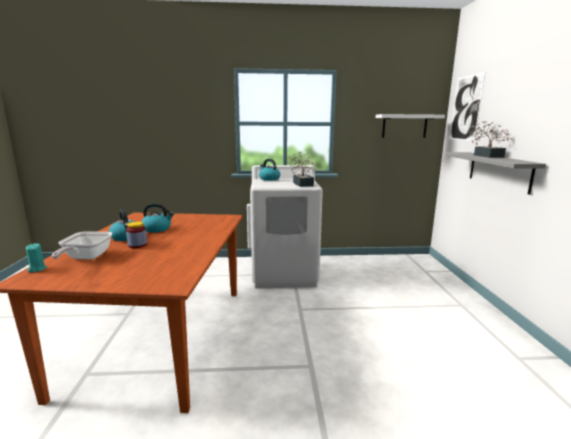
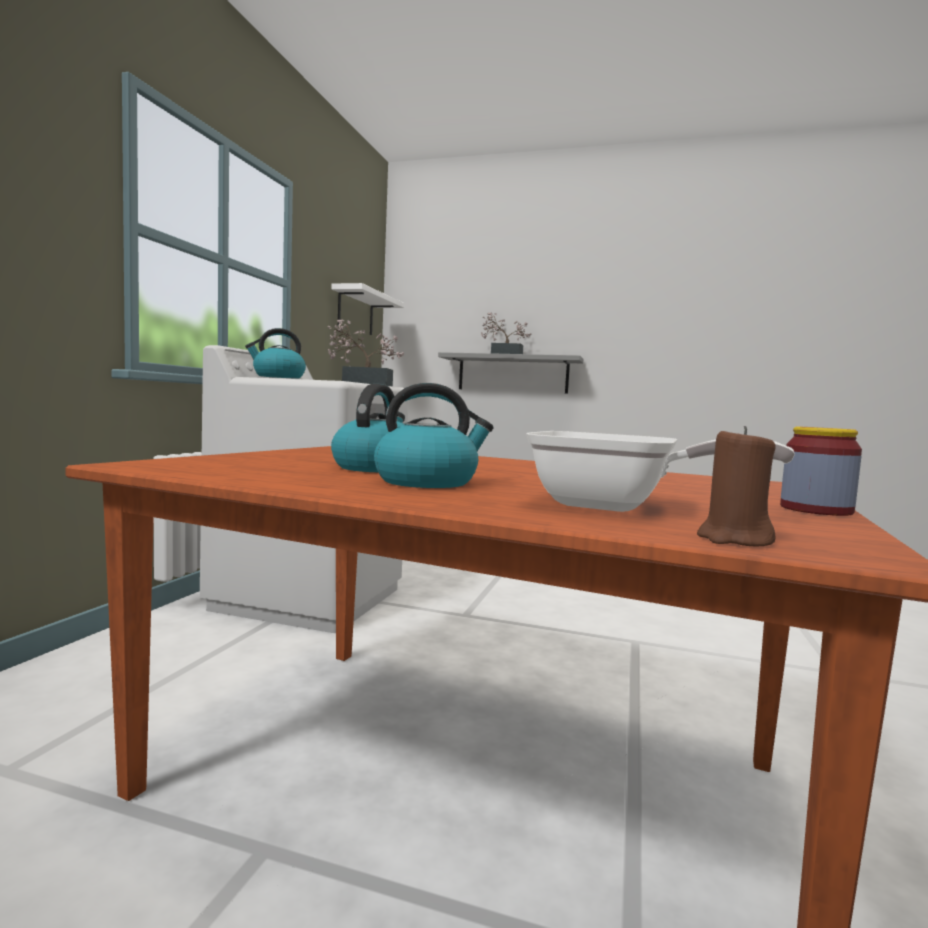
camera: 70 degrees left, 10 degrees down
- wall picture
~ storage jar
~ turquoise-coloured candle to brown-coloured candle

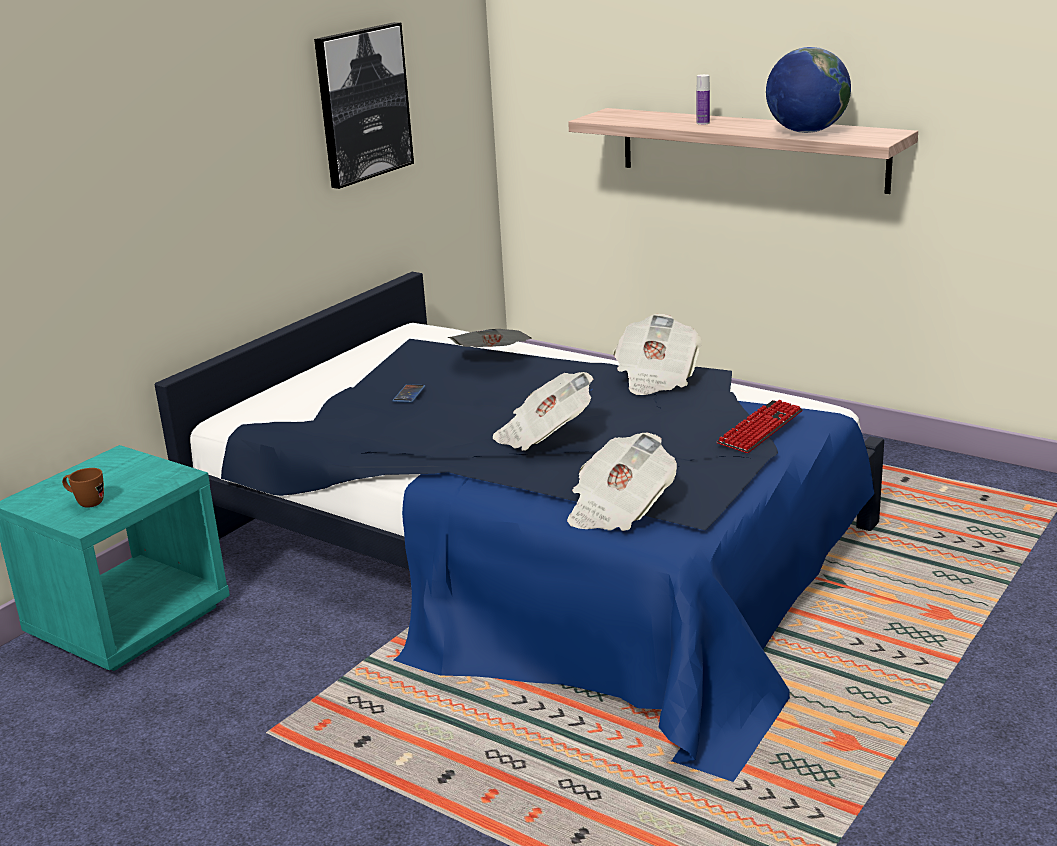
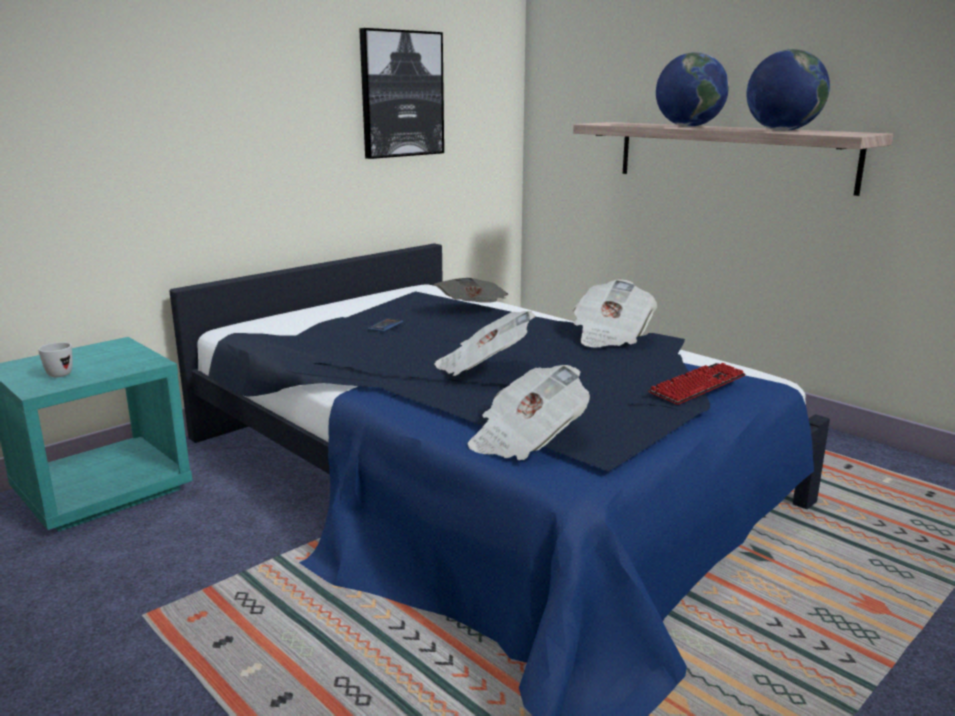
camera: 10 degrees right, 5 degrees down
~ beverage bottle to world globe (1st from left)
~ brown-coloured coffee mug to white coffee mug

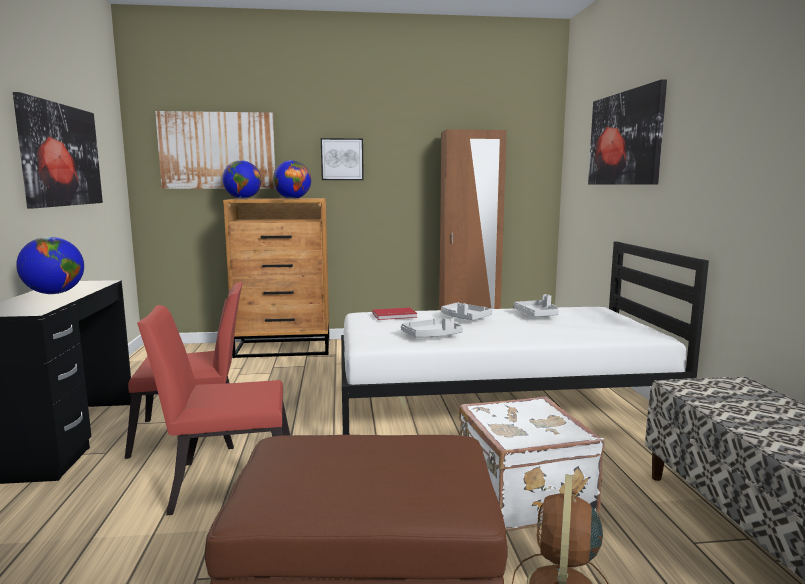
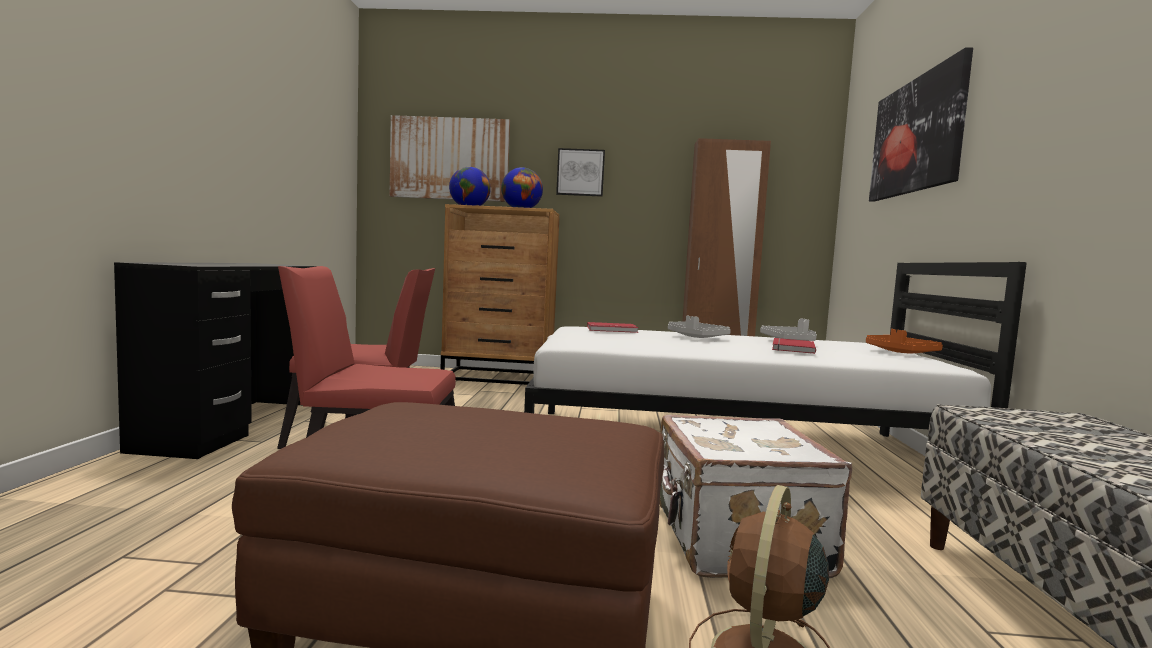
camera: 10 degrees right, 5 degrees down
- wall picture (1st from left)
- world globe (1st from left)
- grey tray (1st from left)
+ orangey tray
+ reddish book (2nd from left)

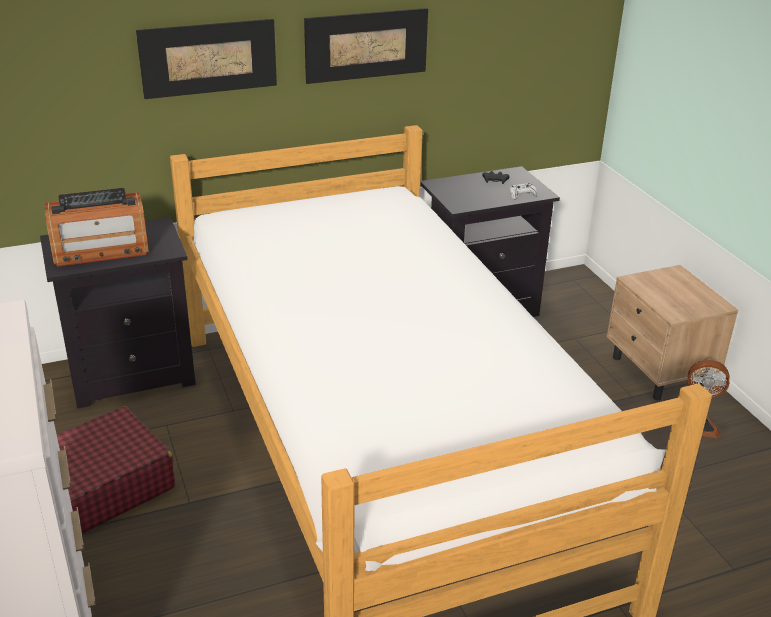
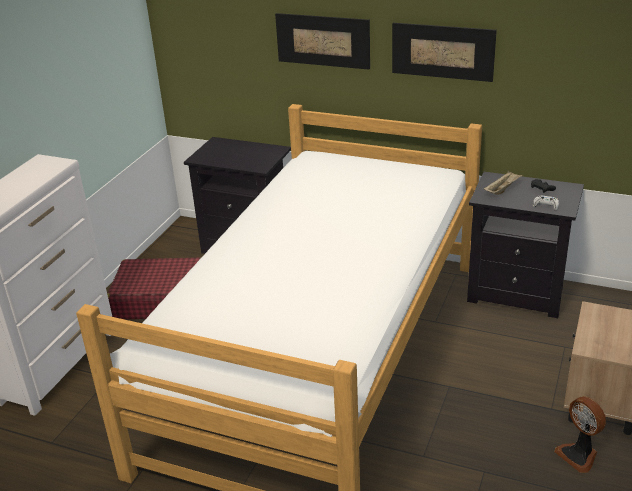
camera: 45 degrees right, 0 degrees up
- radio receiver
+ sand-coloured tray

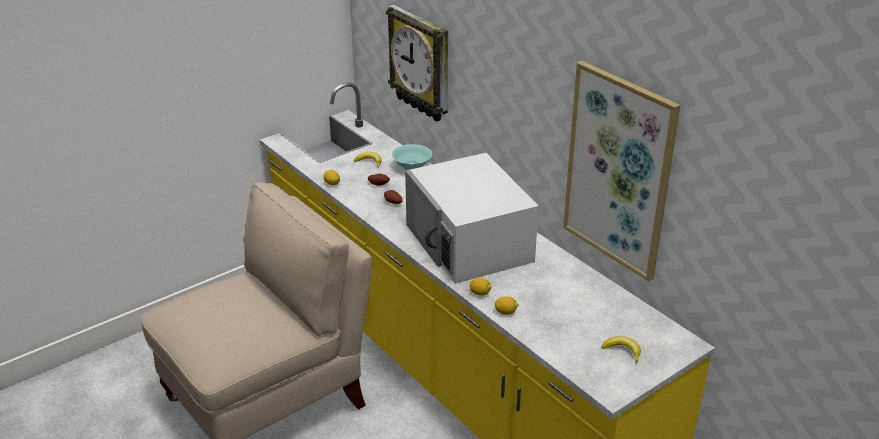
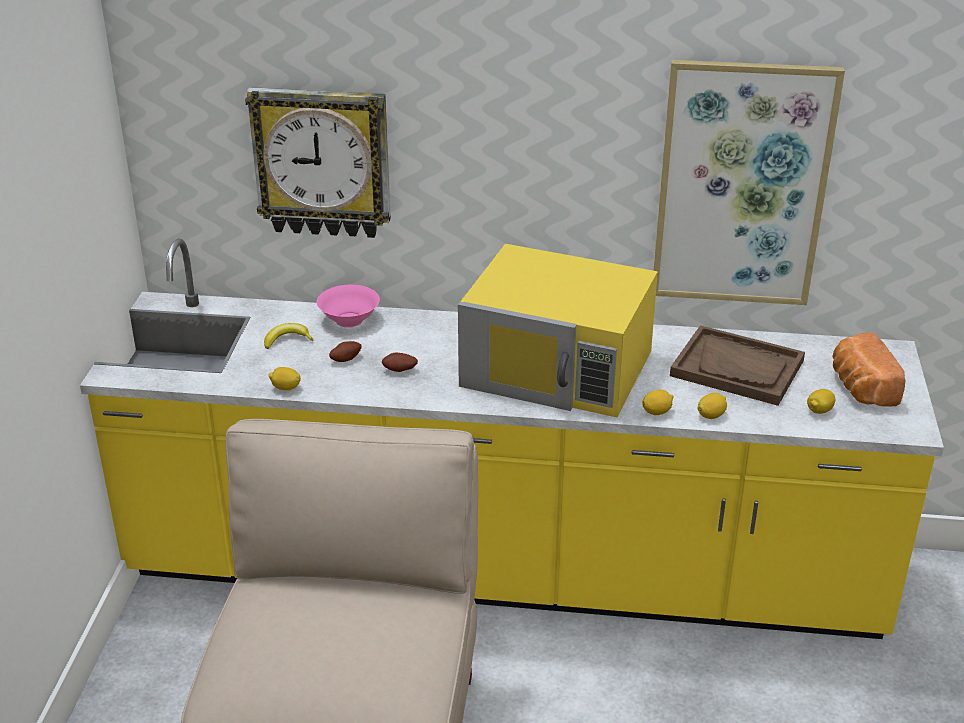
camera: 45 degrees left, 0 degrees up
~ turquoise-coloured deep dish to pink deep dish
~ white kitchen microwave to yellowish kitchen microwave
~ whole banana (2nd from left) to bread
+ brown-coloured tray
+ citrus fruit (4th from left)

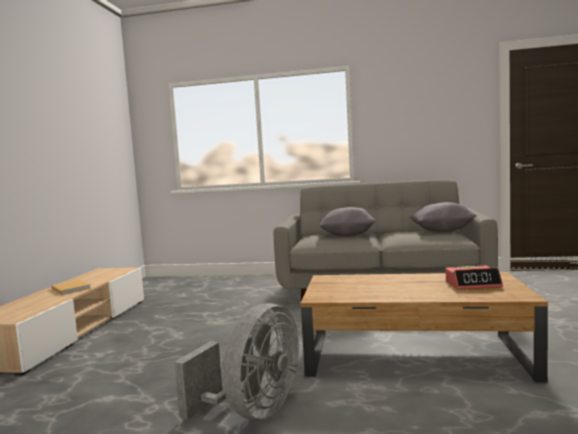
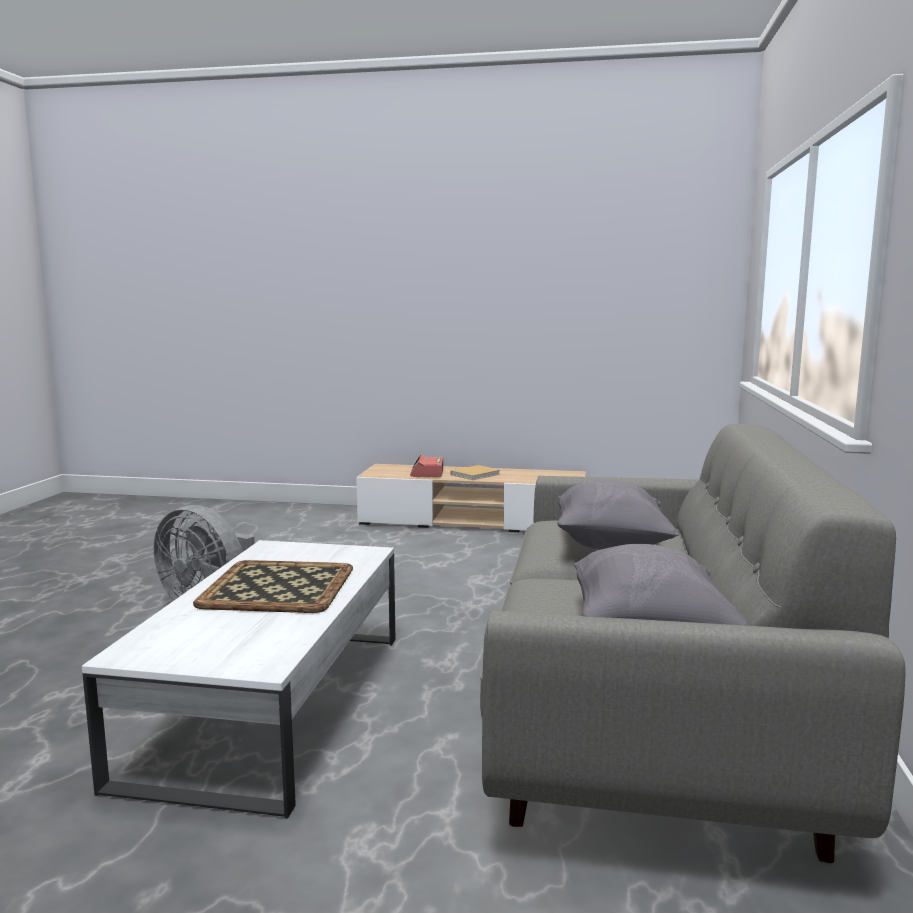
camera: 90 degrees right, 5 degrees up
~ table clock
~ brown-coloured lounge table to white lounge table
+ tray

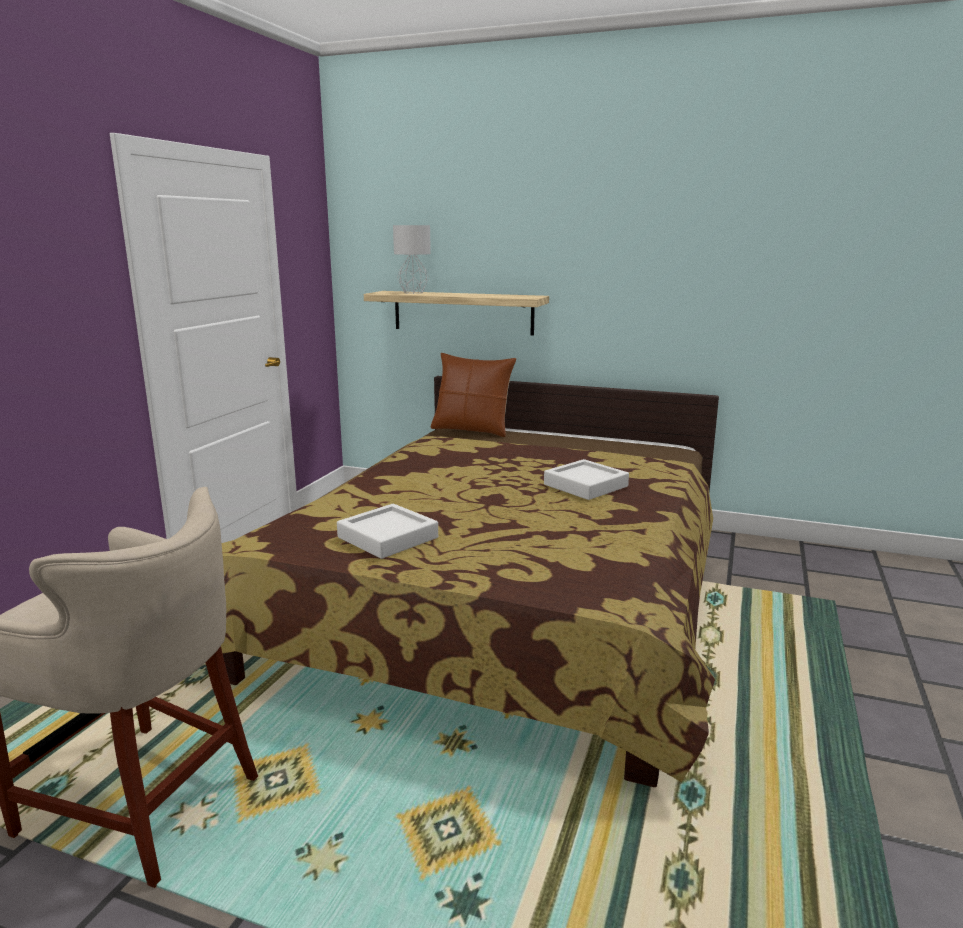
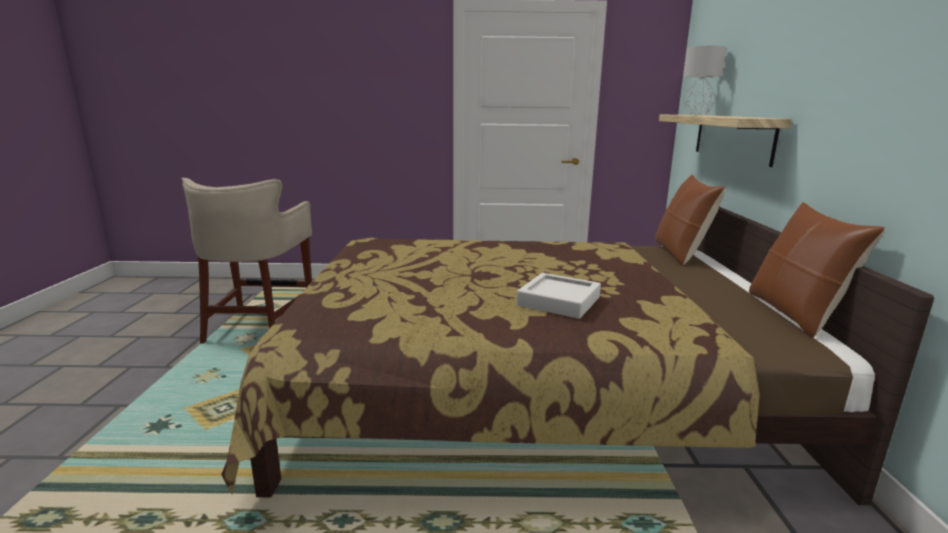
camera: 70 degrees right, 0 degrees up
- white tray (1st from left)
+ brown-coloured pillow (2nd from left)

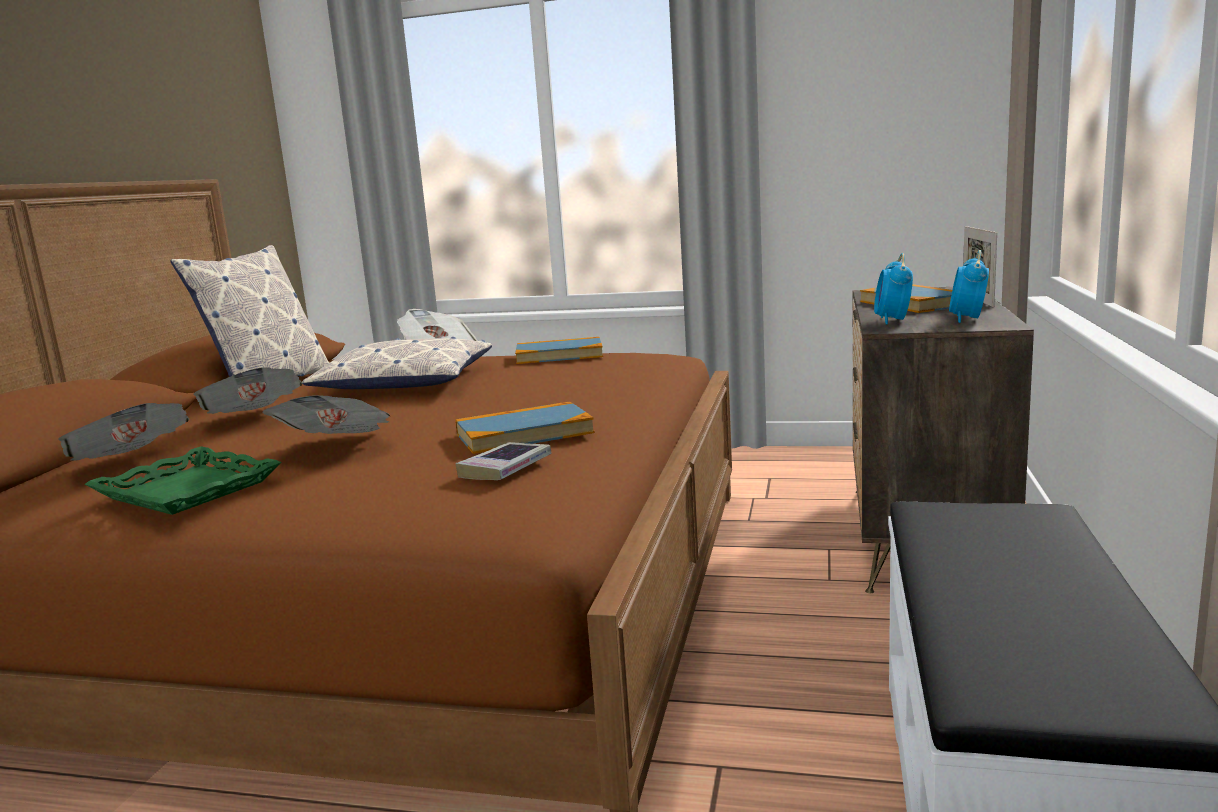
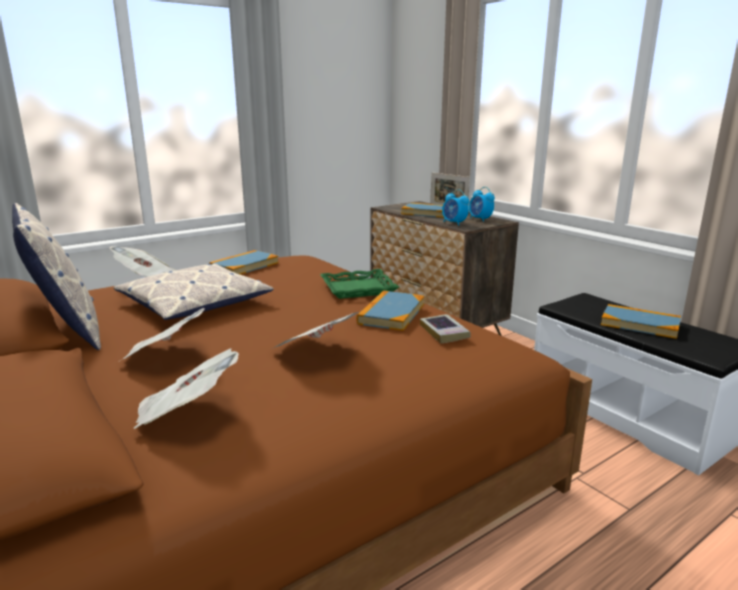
camera: 50 degrees left, 5 degrees up
~ green-coloured tray
+ book (5th from left)

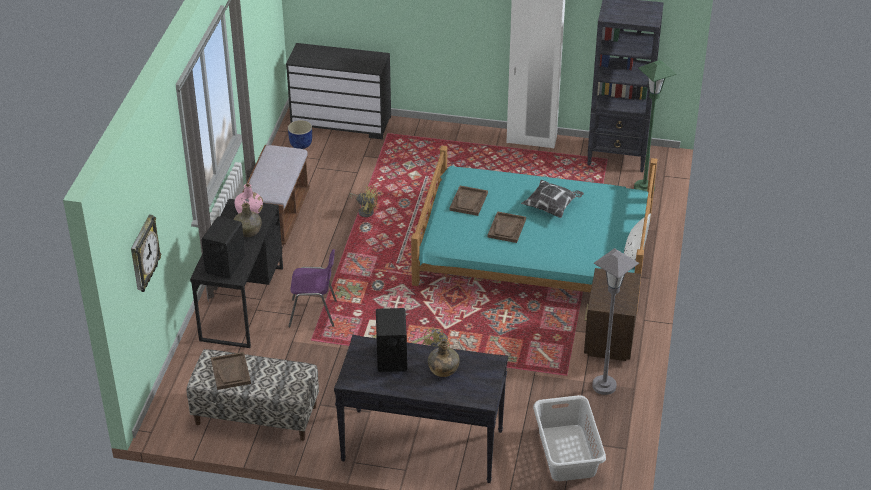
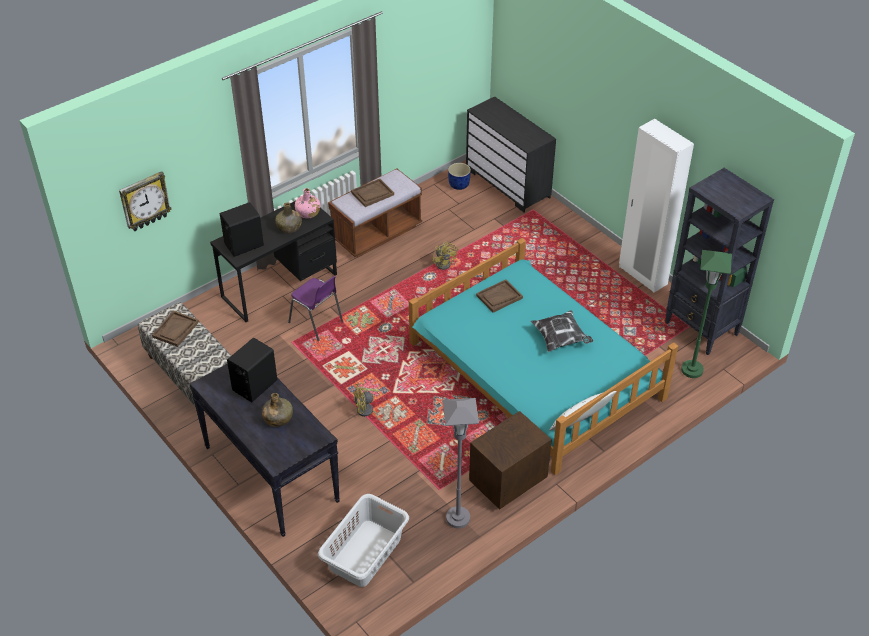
camera: 40 degrees right, 5 degrees up
~ brown-coloured tray (3rd from left in the first image) to brown-coloured tray (2nd from left)

